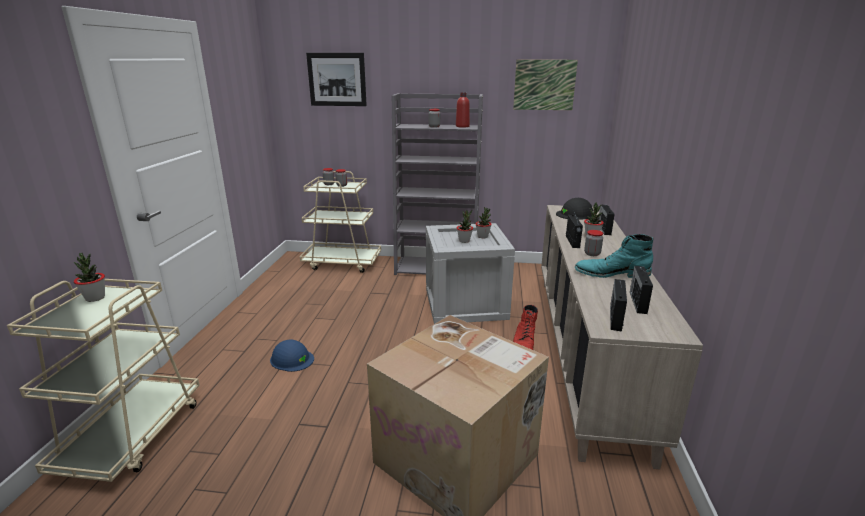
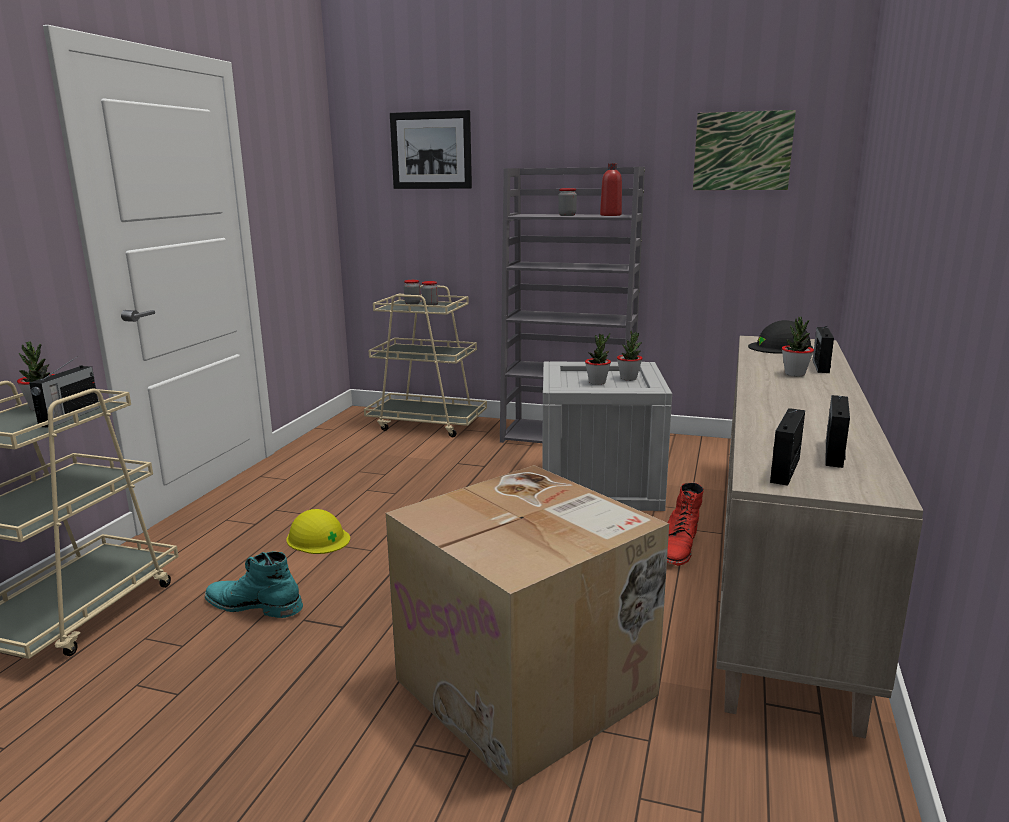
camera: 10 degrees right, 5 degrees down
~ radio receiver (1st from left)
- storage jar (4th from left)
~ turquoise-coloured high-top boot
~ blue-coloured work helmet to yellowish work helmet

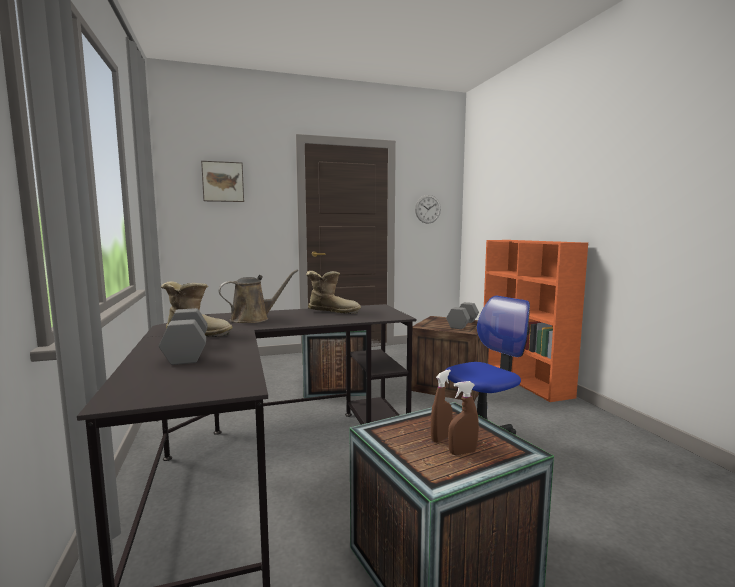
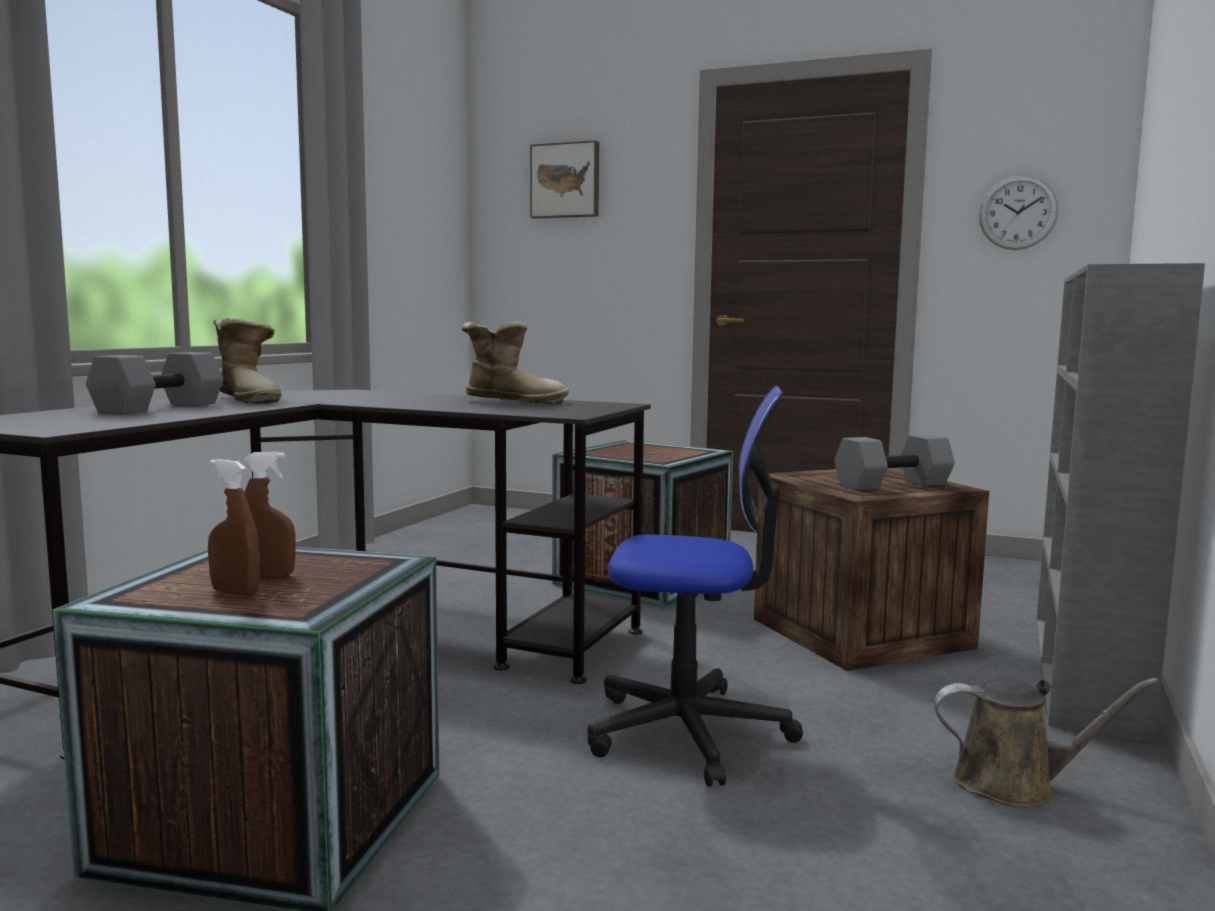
camera: 40 degrees right, 0 degrees up
~ orangey shelving unit to grey shelving unit
~ brown-coloured watering pot
~ high-top boot (2nd from left) 45 degrees counterclockwise

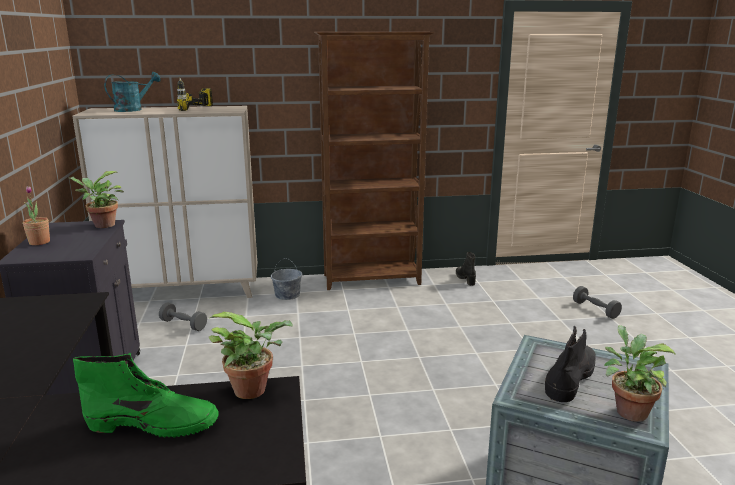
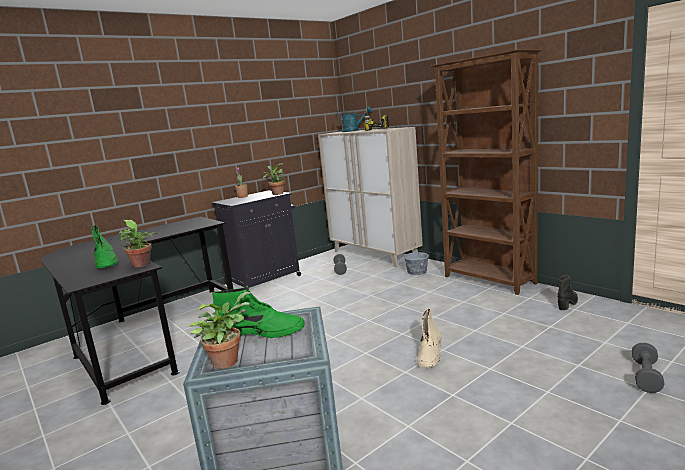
camera: 60 degrees right, 5 degrees down
~ black high-top boot (2nd from left) to green-coloured high-top boot (2nd from left)
+ sand-coloured high-top boot

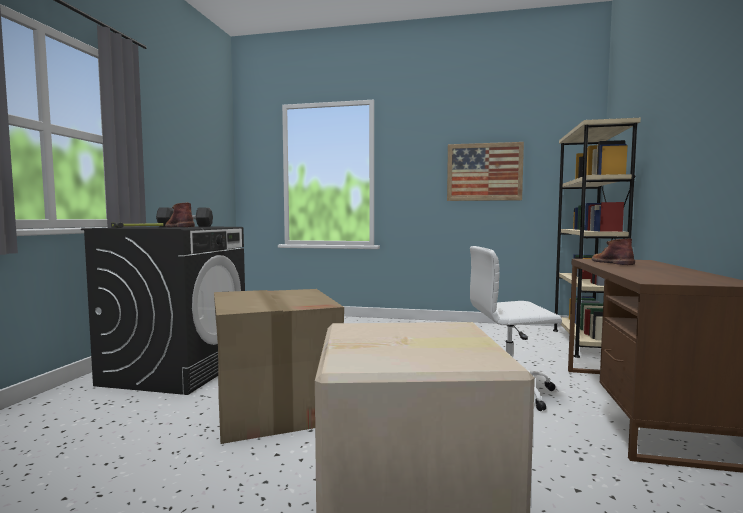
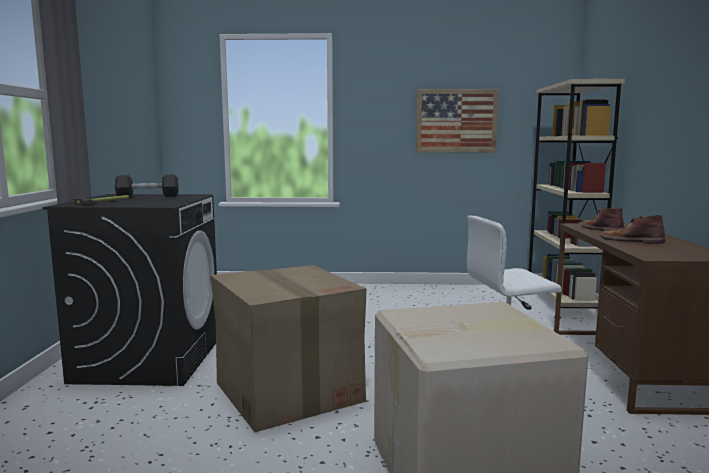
camera: 10 degrees left, 5 degrees up
~ brown-coloured high-top boot (1st from left in the first image) to brown-coloured high-top boot (2nd from left)

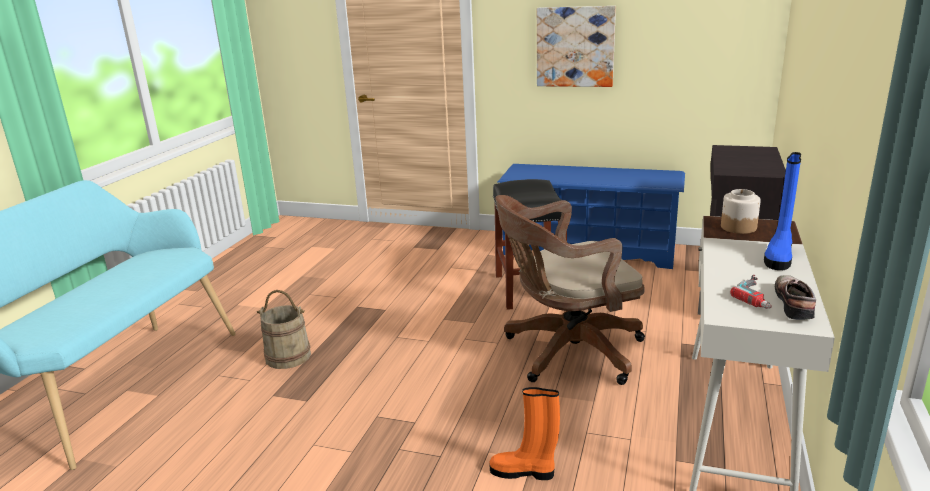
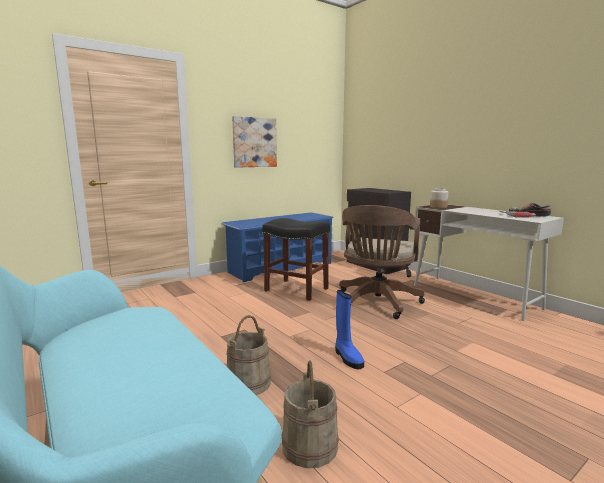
camera: 55 degrees left, 10 degrees down
~ blue-coloured high-top boot
- orangey high-top boot
+ sand-coloured pail (2nd from left)

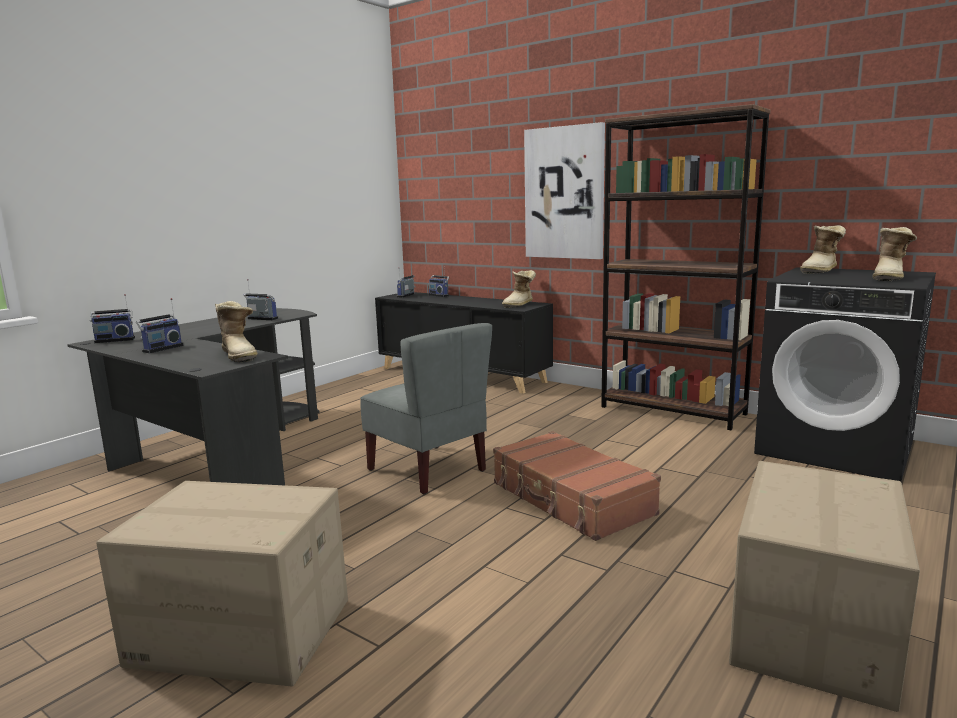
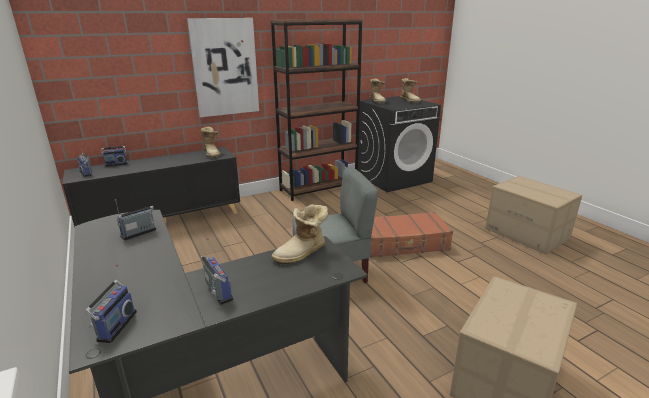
camera: 65 degrees left, 10 degrees up
~ high-top boot (1st from left in the first image) 150 degrees clockwise

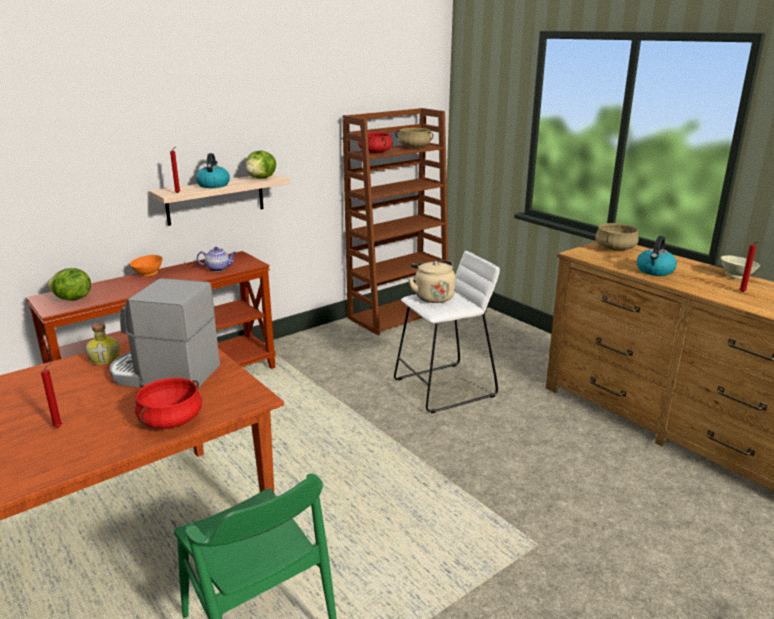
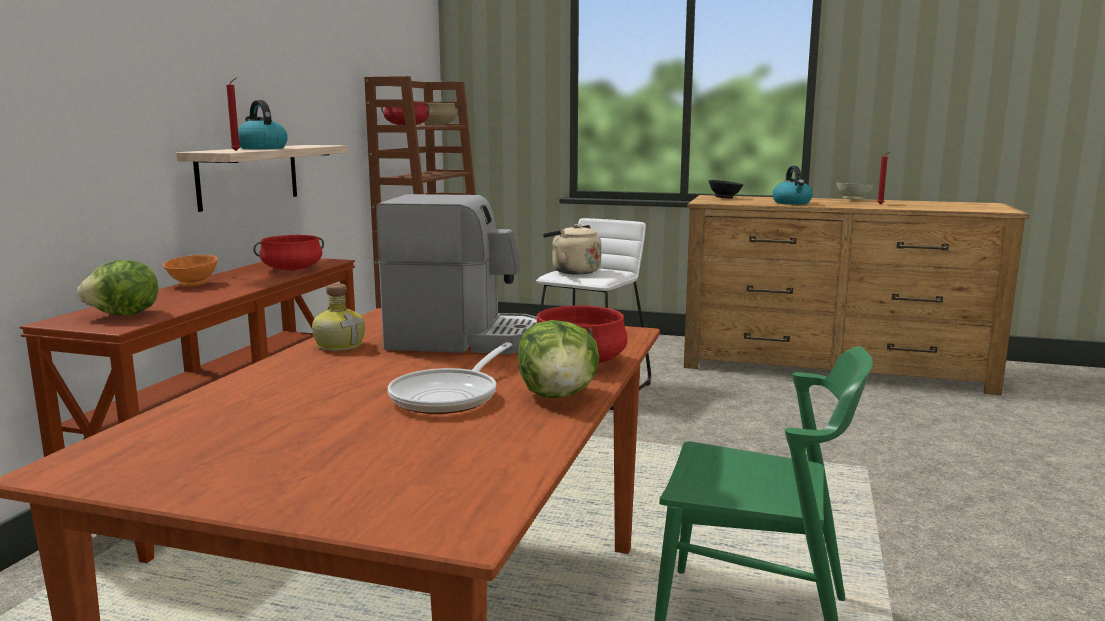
camera: 35 degrees left, 10 degrees down
~ lettuce (2nd from left)
~ sand-coloured saucepot (2nd from left) to black deep dish
~ tea pot to reddish saucepot (1st from left)
~ coffee machine 150 degrees counterclockwise
~ reddish candle (1st from left) to skillet

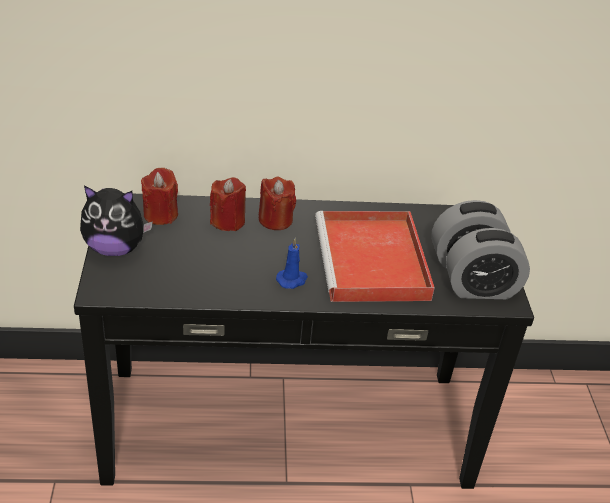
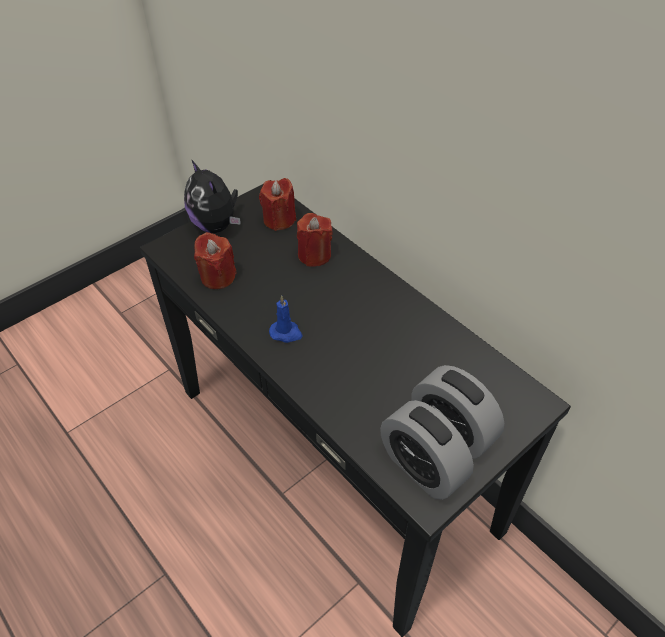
camera: 55 degrees right, 10 degrees up
~ reddish candle (3rd from left in the first image) to reddish candle (1st from left)
- reddish tray

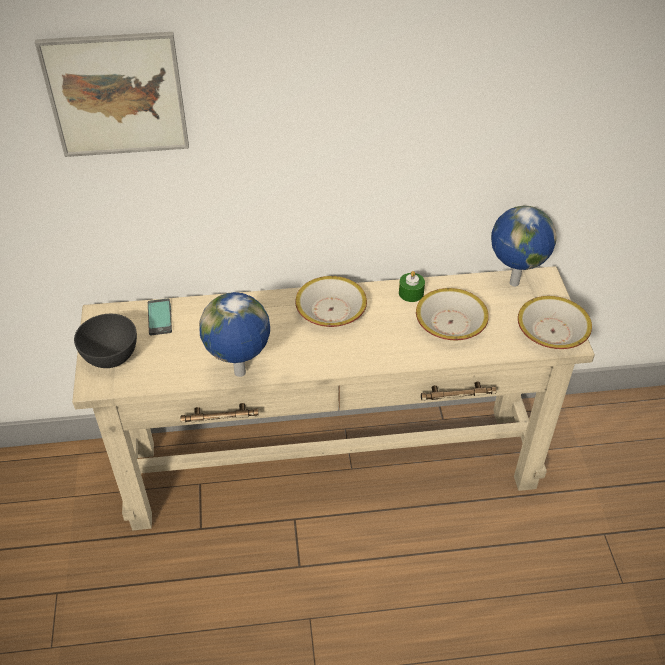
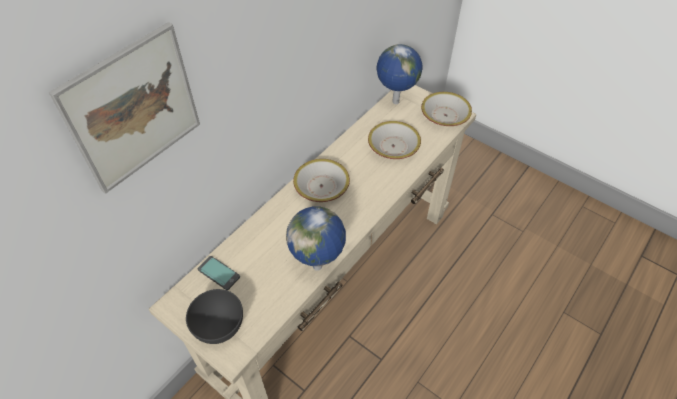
camera: 45 degrees left, 5 degrees up
- green-coloured candle

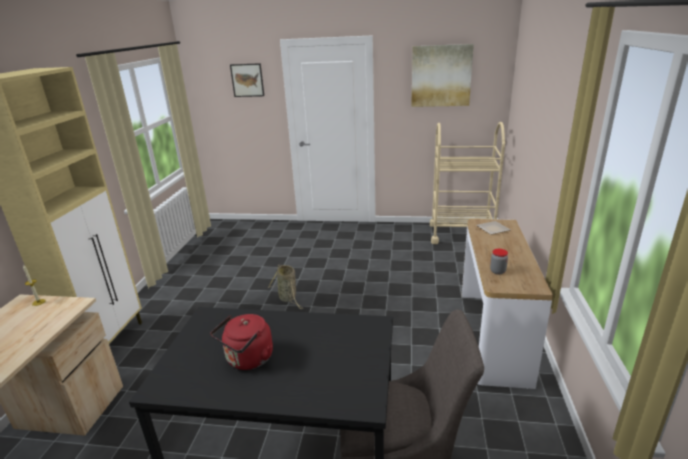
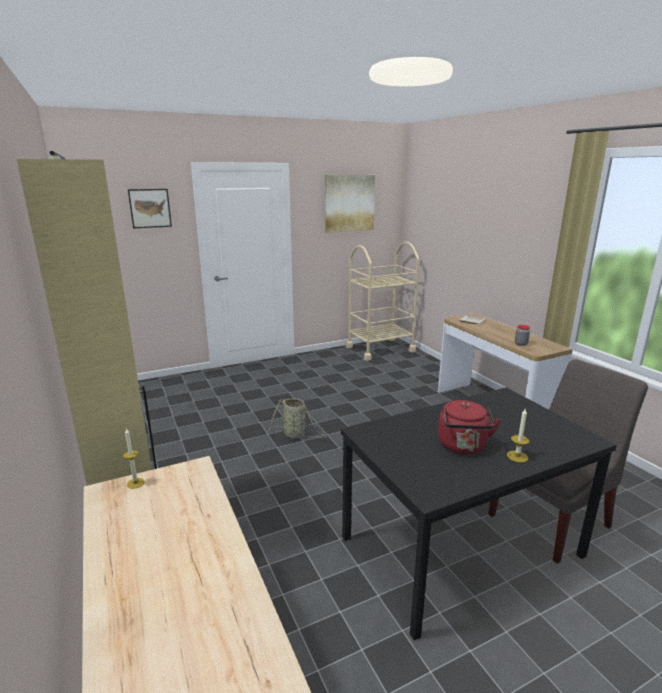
camera: 35 degrees left, 5 degrees down
+ candle (2nd from left)

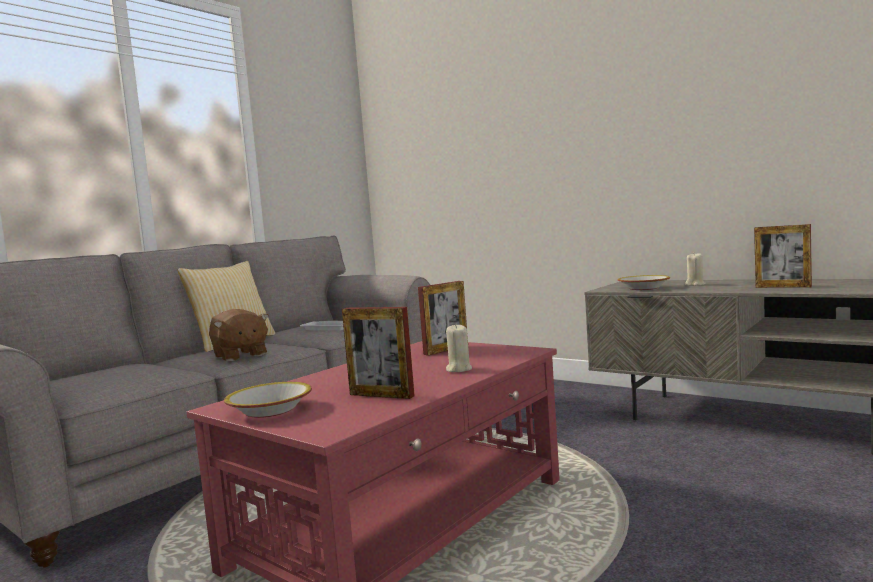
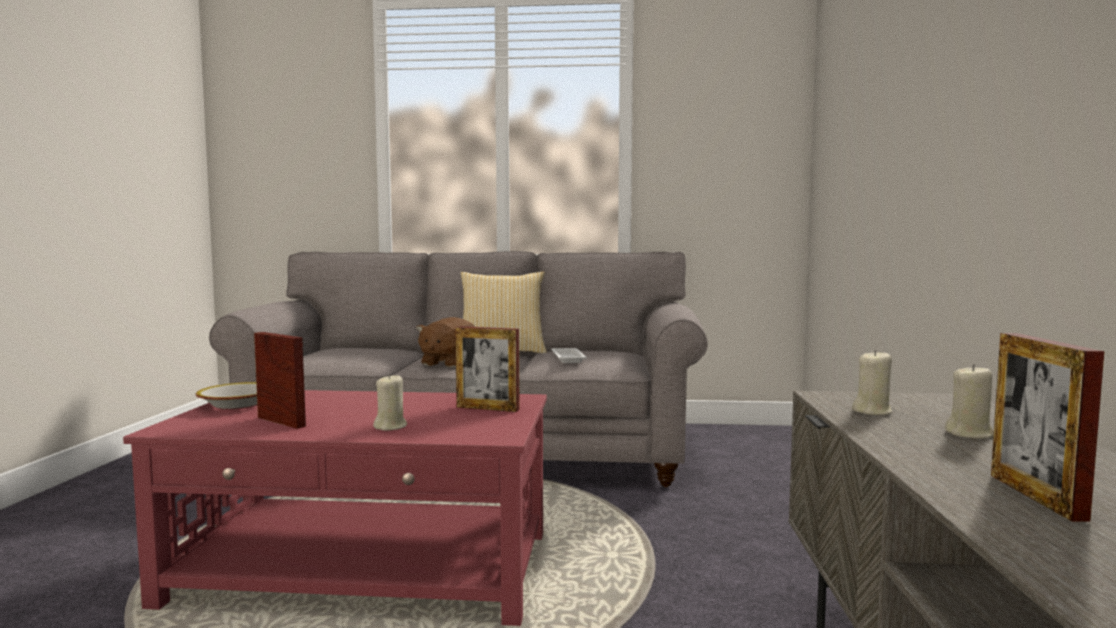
camera: 55 degrees right, 0 degrees up
~ deep dish (2nd from left) to sand-coloured candle (2nd from left)
~ photo frame (1st from left) 135 degrees clockwise

